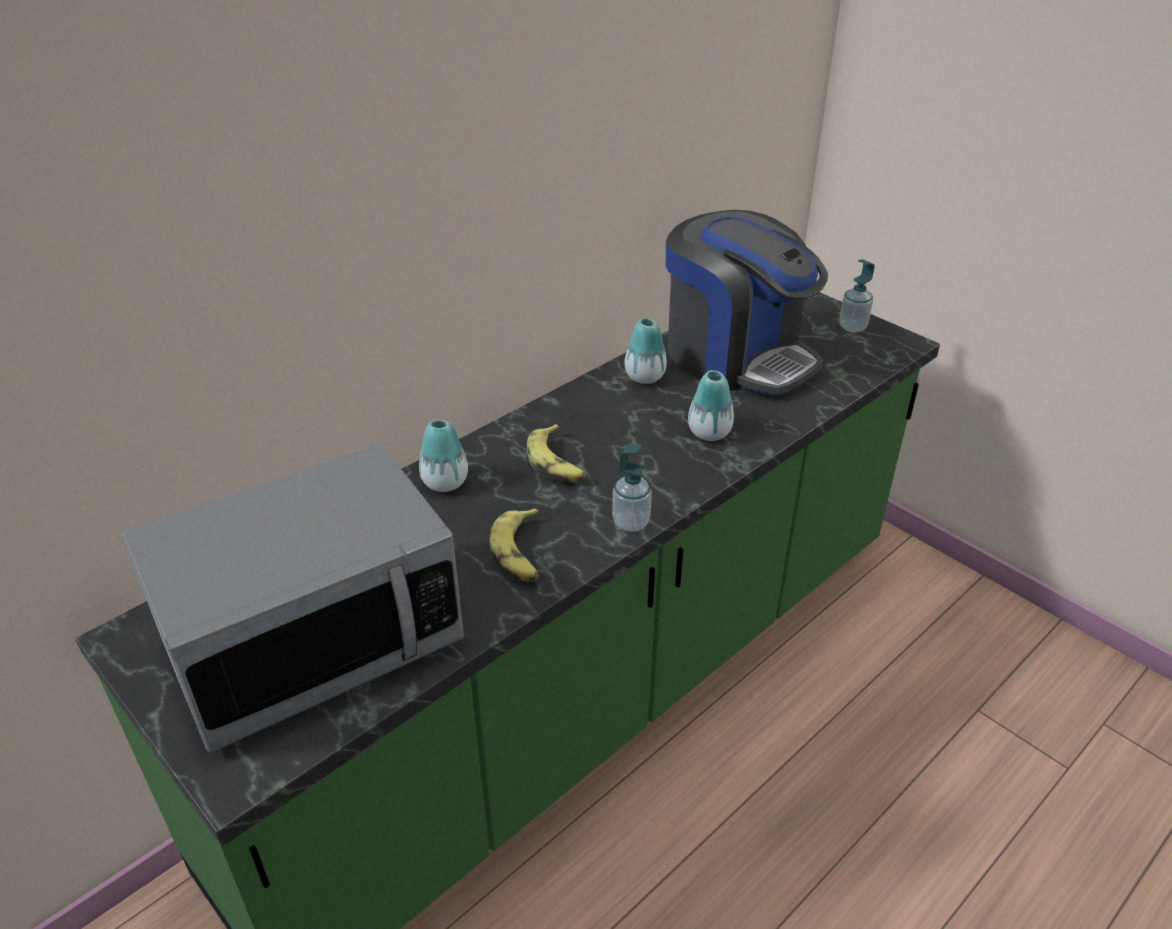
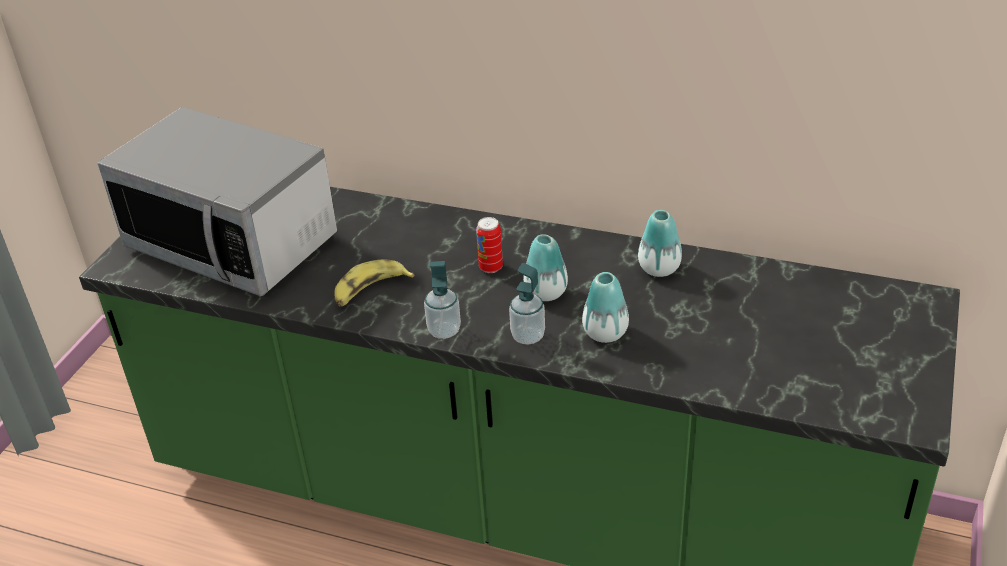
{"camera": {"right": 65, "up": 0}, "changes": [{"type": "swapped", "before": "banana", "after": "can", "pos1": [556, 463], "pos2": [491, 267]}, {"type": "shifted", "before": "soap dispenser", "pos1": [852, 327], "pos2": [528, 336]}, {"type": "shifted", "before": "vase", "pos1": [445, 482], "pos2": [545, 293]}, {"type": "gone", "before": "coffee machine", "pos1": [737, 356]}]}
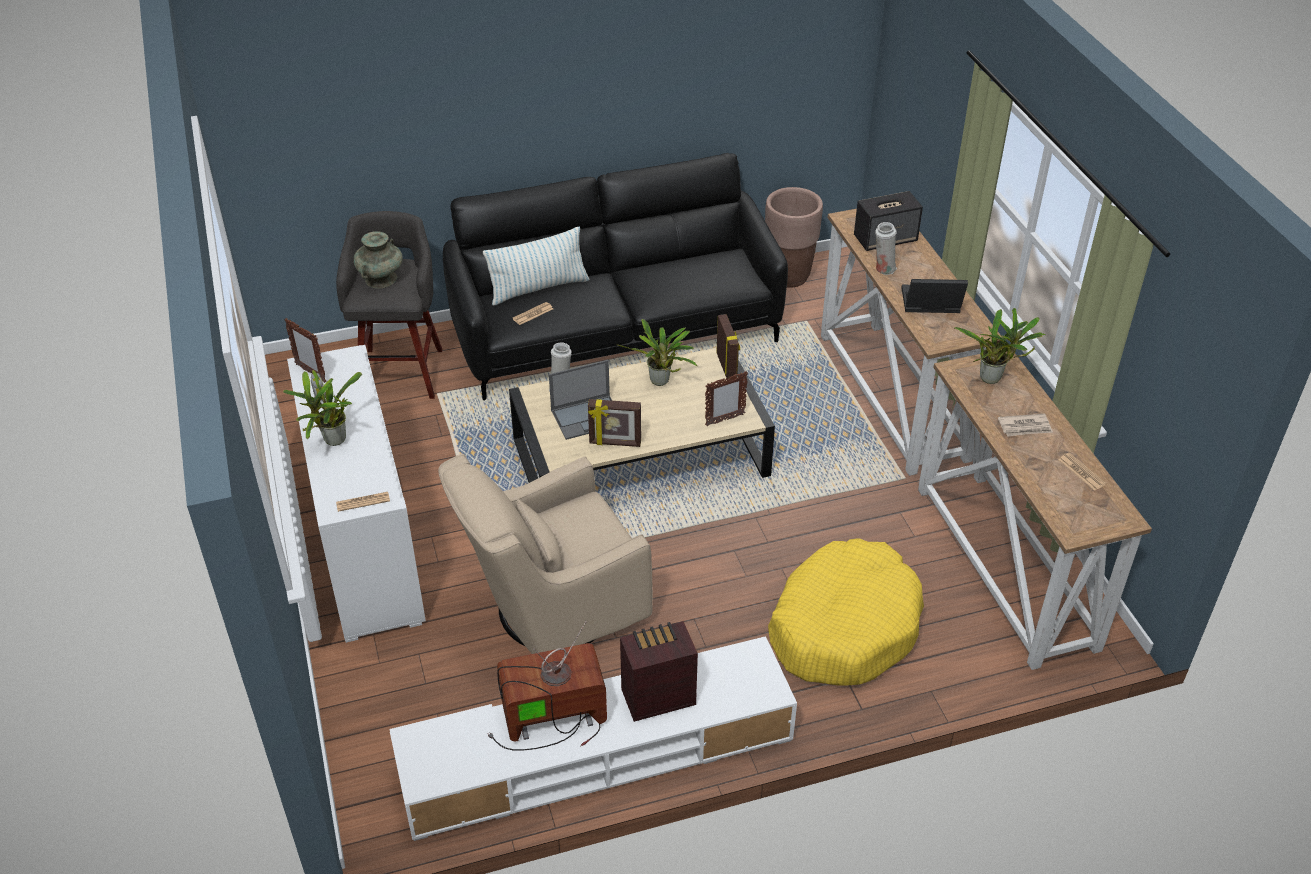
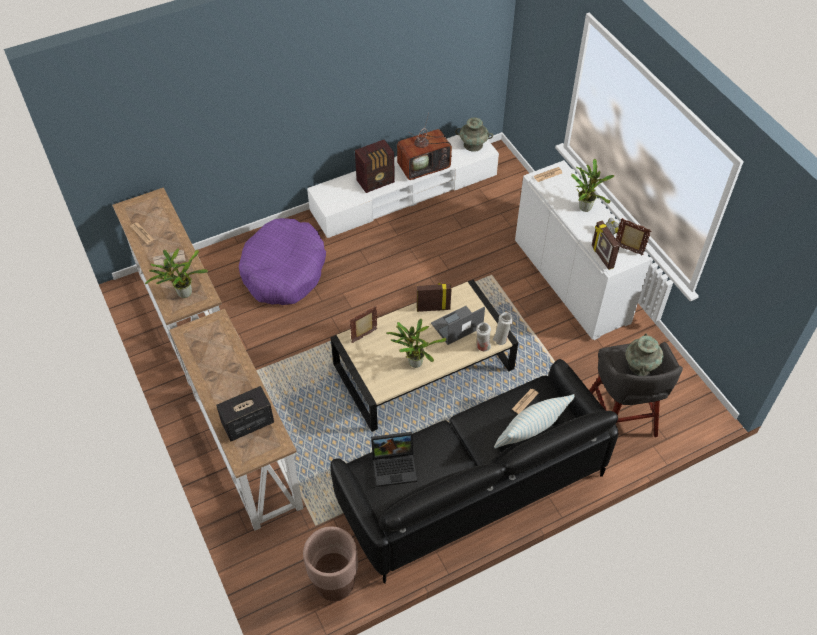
{"camera": {"right": 170, "up": 10}, "changes": [{"type": "repainted", "before": "yellow dog bed", "after": "purple dog bed", "pos1": [843, 626], "pos2": [284, 271]}, {"type": "shifted", "before": "laptop", "pos1": [929, 304], "pos2": [395, 466]}, {"type": "new", "after": "turquoise vase", "pos2": [473, 145]}, {"type": "shifted", "before": "white vase", "pos1": [883, 269], "pos2": [501, 338]}, {"type": "shifted", "before": "picture frame", "pos1": [727, 367], "pos2": [601, 257]}, {"type": "gone", "before": "beige armchair", "pos1": [551, 609]}]}
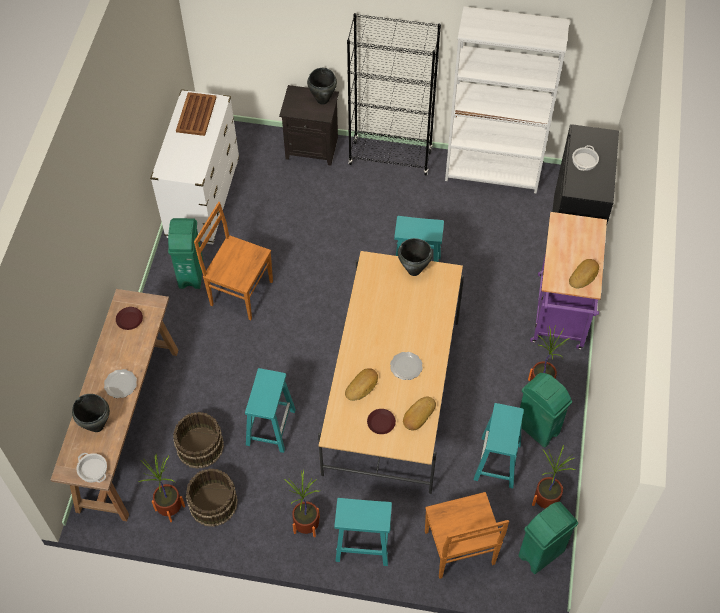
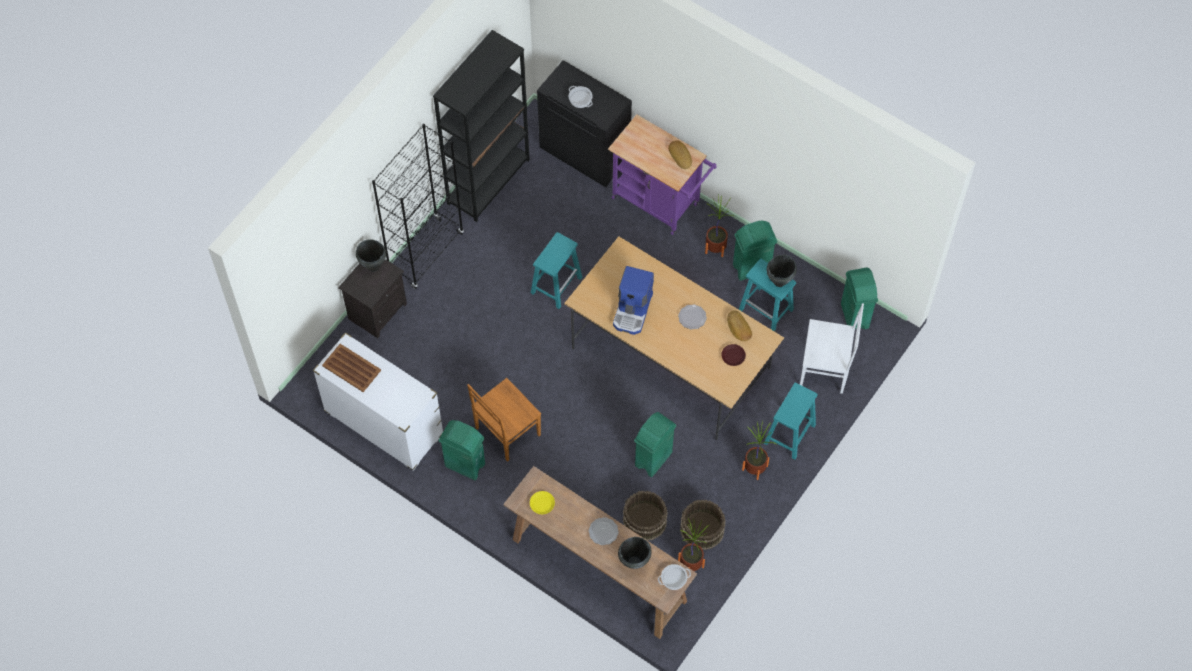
{"camera": {"right": -65, "up": 5}, "changes": [{"type": "repainted", "before": "white bookcase", "after": "black bookcase", "pos1": [493, 172], "pos2": [488, 181]}, {"type": "repainted", "before": "brown plate", "after": "yellow plate", "pos1": [129, 320], "pos2": [542, 504]}, {"type": "new", "after": "coffee machine", "pos2": [633, 310]}, {"type": "swapped", "before": "turquoise stool", "after": "green trash can", "pos1": [270, 426], "pos2": [653, 459]}, {"type": "shifted", "before": "black cooking pot", "pos1": [414, 270], "pos2": [779, 282]}, {"type": "repainted", "before": "brown chair", "after": "white chair", "pos1": [460, 550], "pos2": [826, 369]}, {"type": "gone", "before": "bread", "pos1": [362, 386]}, {"type": "gone", "before": "potted plant", "pos1": [545, 501]}]}
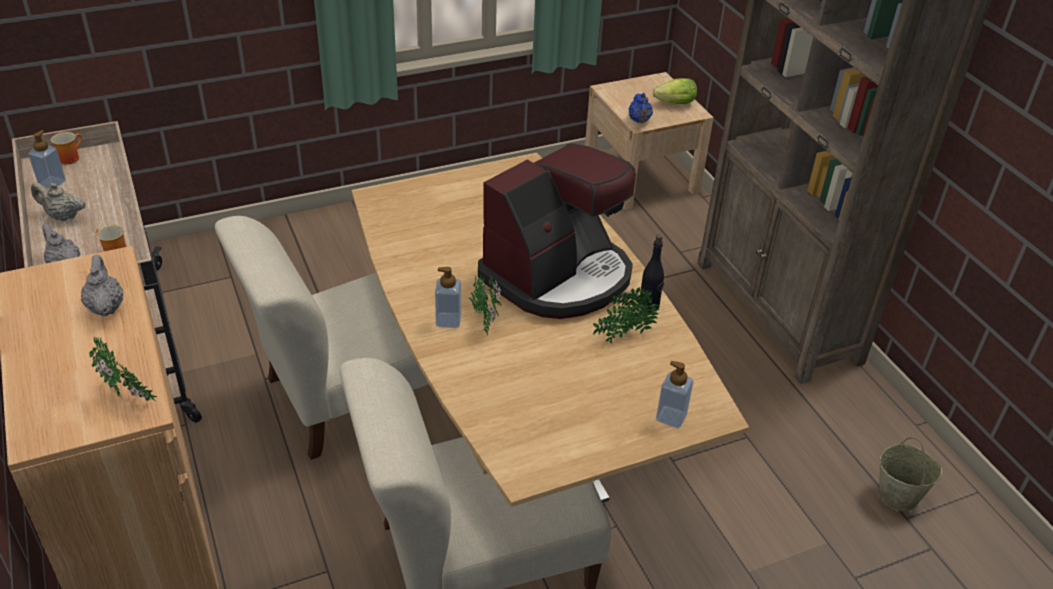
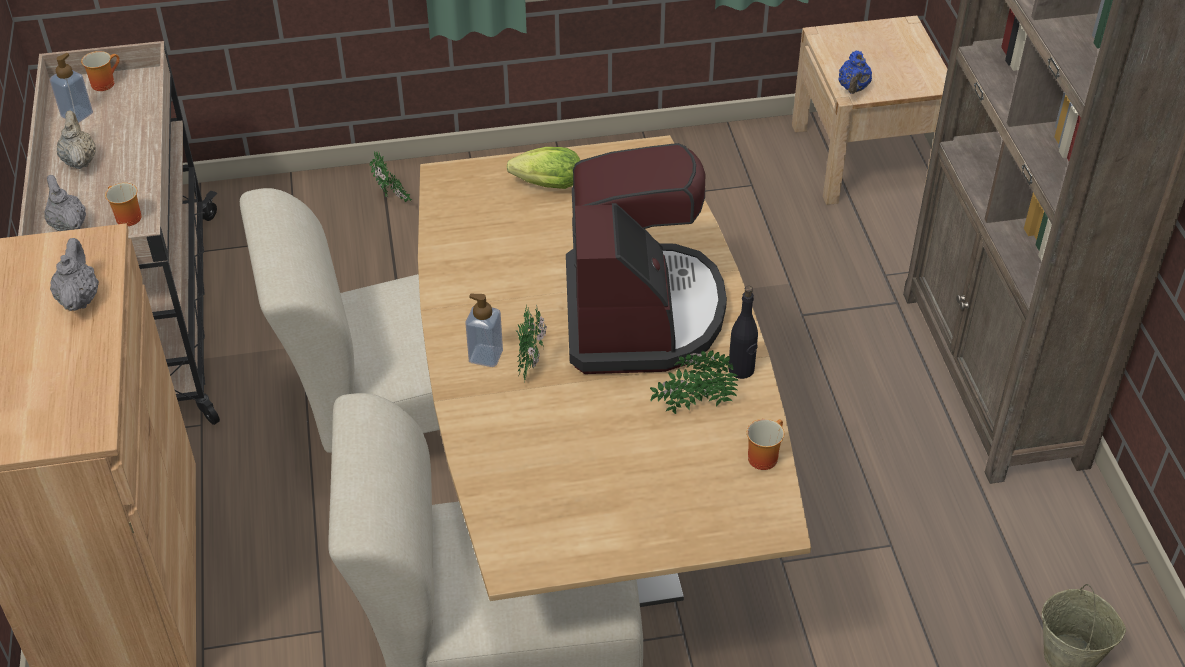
{"camera": {"right": 15, "up": 5}, "changes": [{"type": "rotated", "before": "beige teapot", "pos1": [63, 216], "pos2": [80, 160], "turn": 45}, {"type": "shifted", "before": "potted plant", "pos1": [128, 398], "pos2": [392, 199]}, {"type": "shifted", "before": "lettuce", "pos1": [672, 104], "pos2": [544, 185]}, {"type": "rotated", "before": "coffee machine", "pos1": [558, 276], "pos2": [640, 314], "turn": -60}, {"type": "new", "after": "mug", "pos2": [762, 455]}, {"type": "gone", "before": "soap dispenser", "pos1": [671, 417]}]}
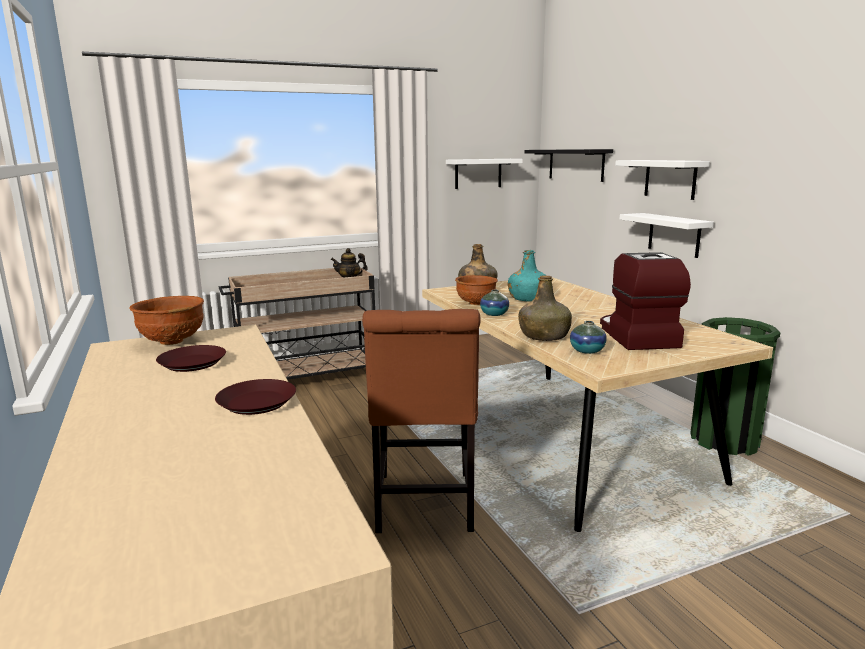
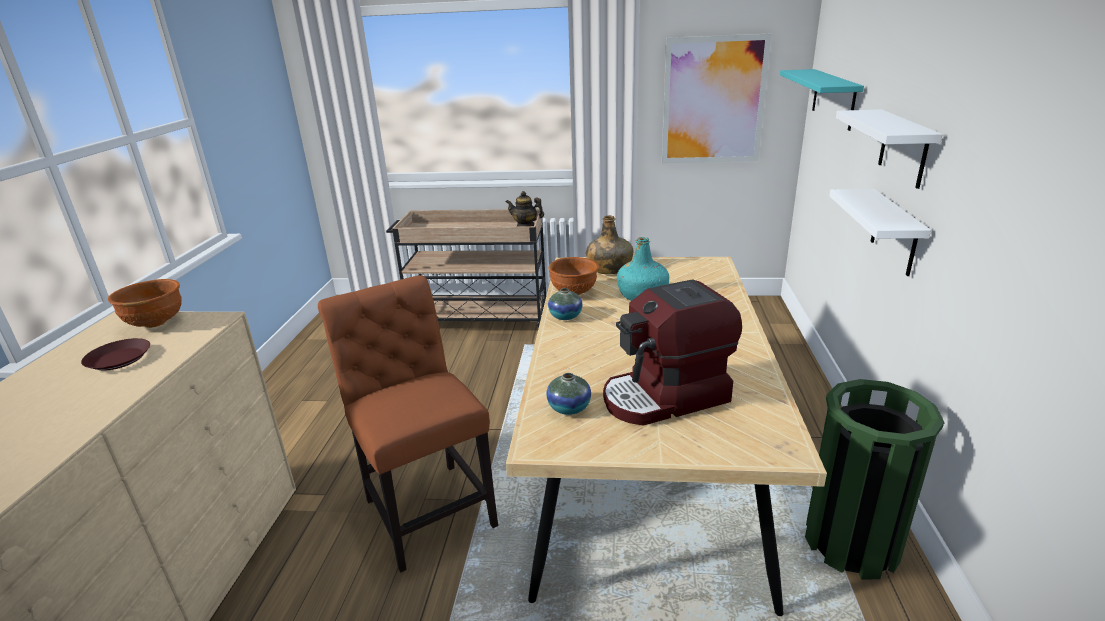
{"camera": {"right": 30, "up": 10}, "changes": [{"type": "rotated", "before": "brown chair", "pos1": [424, 506], "pos2": [427, 508], "turn": 120}, {"type": "rotated", "before": "coffee machine", "pos1": [636, 336], "pos2": [666, 397], "turn": -135}, {"type": "swapped", "before": "white shelf", "after": "picture", "pos1": [478, 173], "pos2": [713, 101]}, {"type": "repainted", "before": "black shelf", "after": "turquoise shelf", "pos1": [575, 164], "pos2": [833, 98]}, {"type": "gone", "before": "brown plate", "pos1": [257, 402]}, {"type": "gone", "before": "green bottle", "pos1": [544, 336]}]}
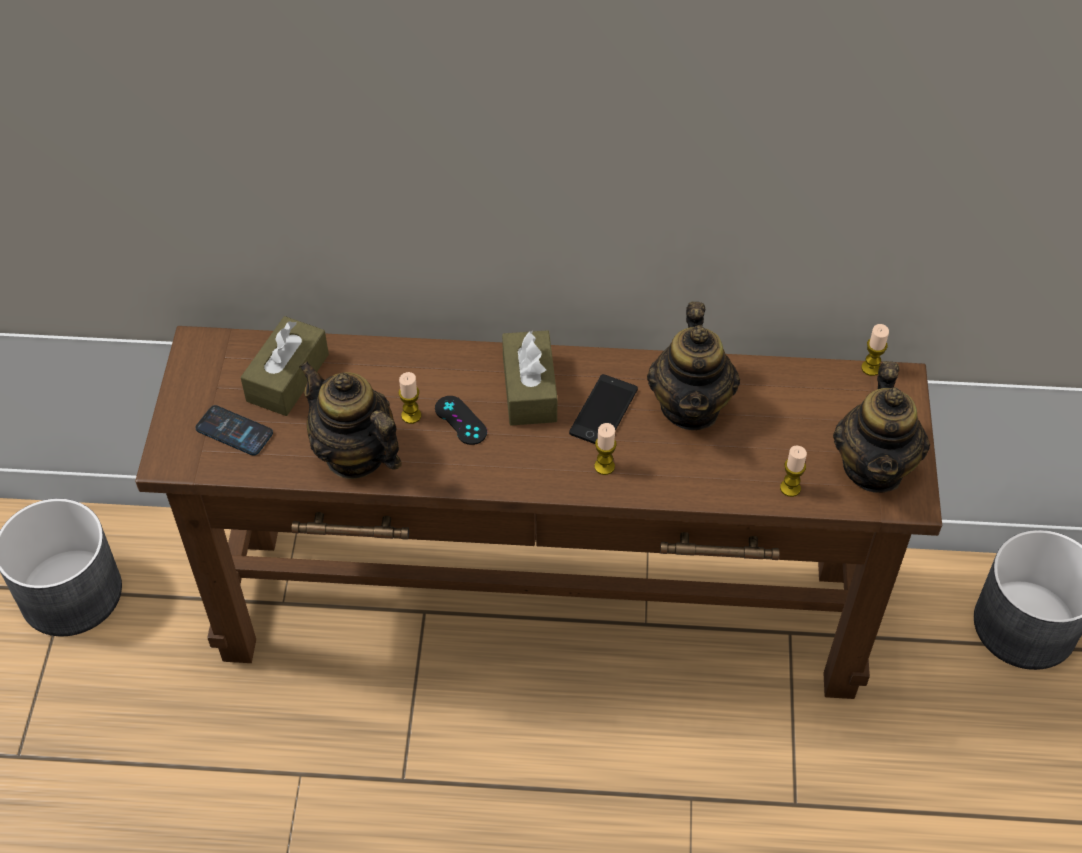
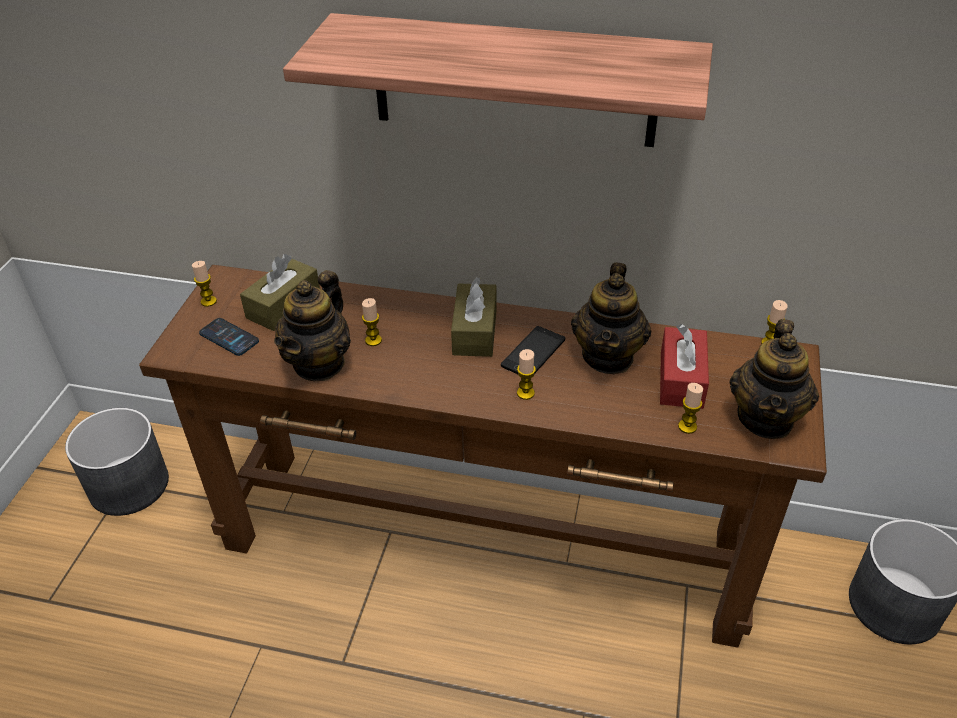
{"camera": {"right": 10, "up": -10}, "changes": [{"type": "new", "after": "candle", "pos2": [208, 301]}, {"type": "rotated", "before": "teapot", "pos1": [355, 454], "pos2": [319, 363], "turn": -120}, {"type": "new", "after": "shelf", "pos2": [513, 81]}, {"type": "new", "after": "red tissue box", "pos2": [681, 379]}, {"type": "gone", "before": "black game controller", "pos1": [460, 420]}]}
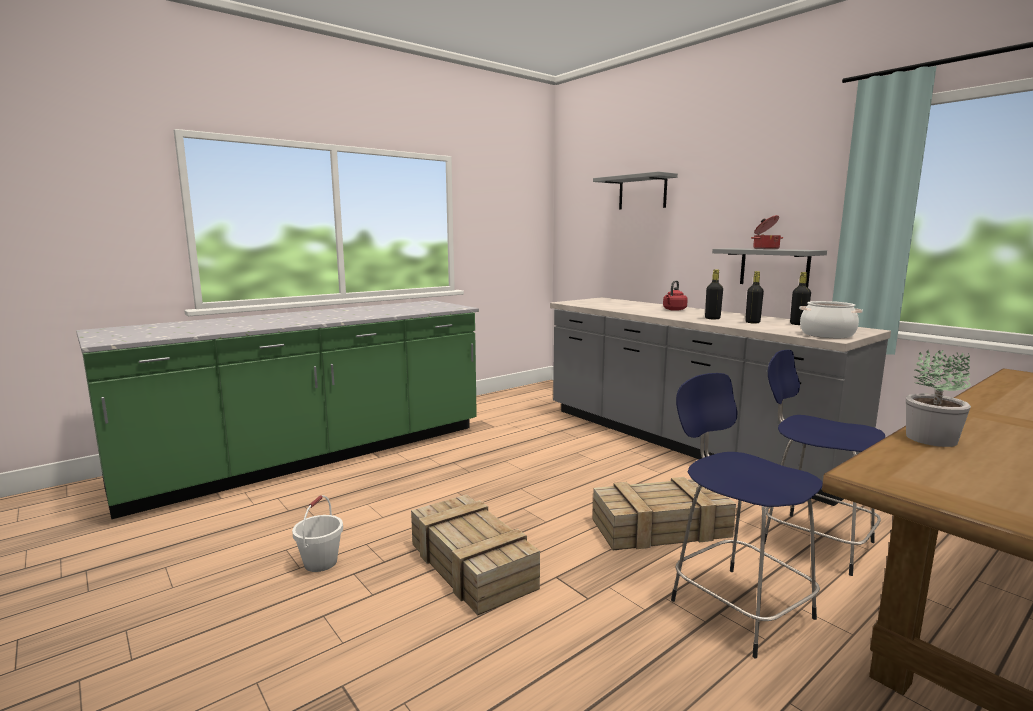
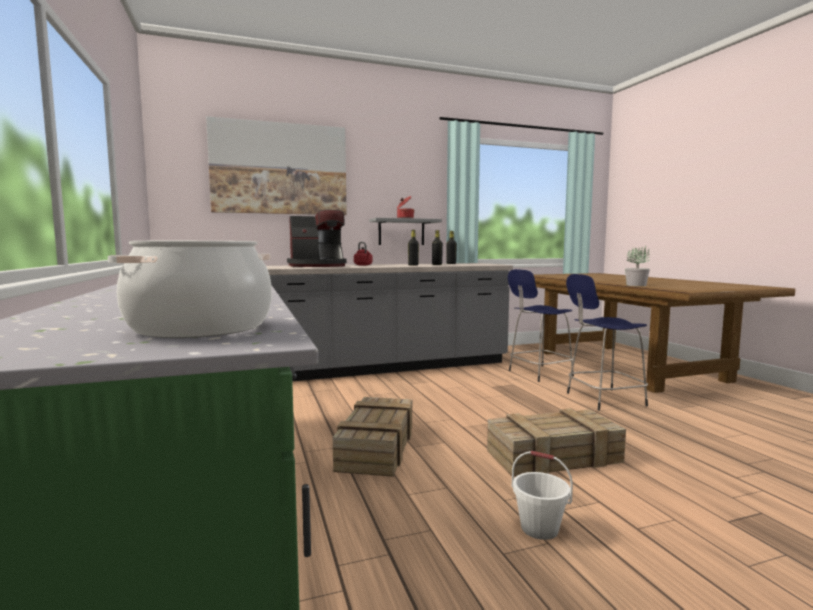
{"camera": {"right": -70, "up": -5}, "changes": [{"type": "shifted", "before": "cooking pot", "pos1": [827, 335], "pos2": [201, 328]}, {"type": "swapped", "before": "grey shelf", "after": "picture", "pos1": [642, 192], "pos2": [280, 169]}, {"type": "new", "after": "coffee machine", "pos2": [318, 266]}, {"type": "shifted", "before": "crate", "pos1": [662, 527], "pos2": [376, 446]}]}
